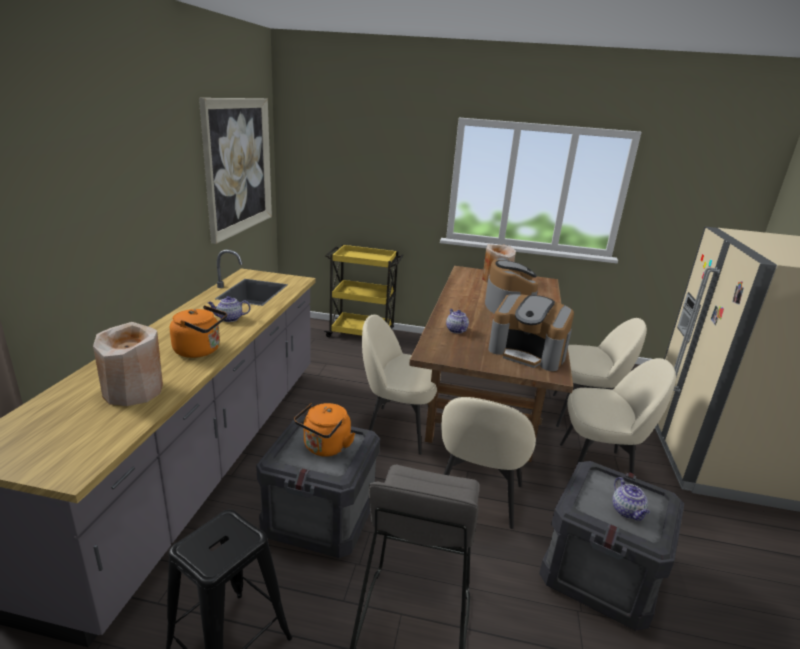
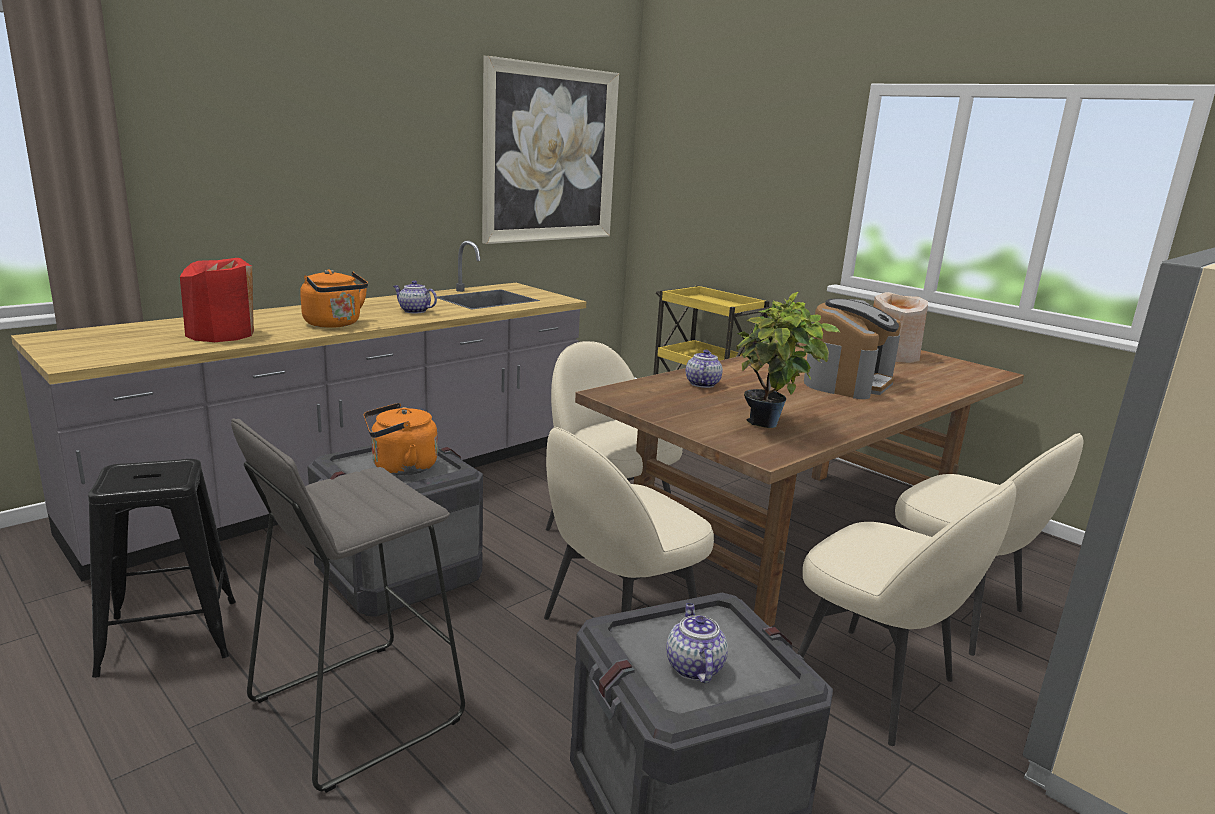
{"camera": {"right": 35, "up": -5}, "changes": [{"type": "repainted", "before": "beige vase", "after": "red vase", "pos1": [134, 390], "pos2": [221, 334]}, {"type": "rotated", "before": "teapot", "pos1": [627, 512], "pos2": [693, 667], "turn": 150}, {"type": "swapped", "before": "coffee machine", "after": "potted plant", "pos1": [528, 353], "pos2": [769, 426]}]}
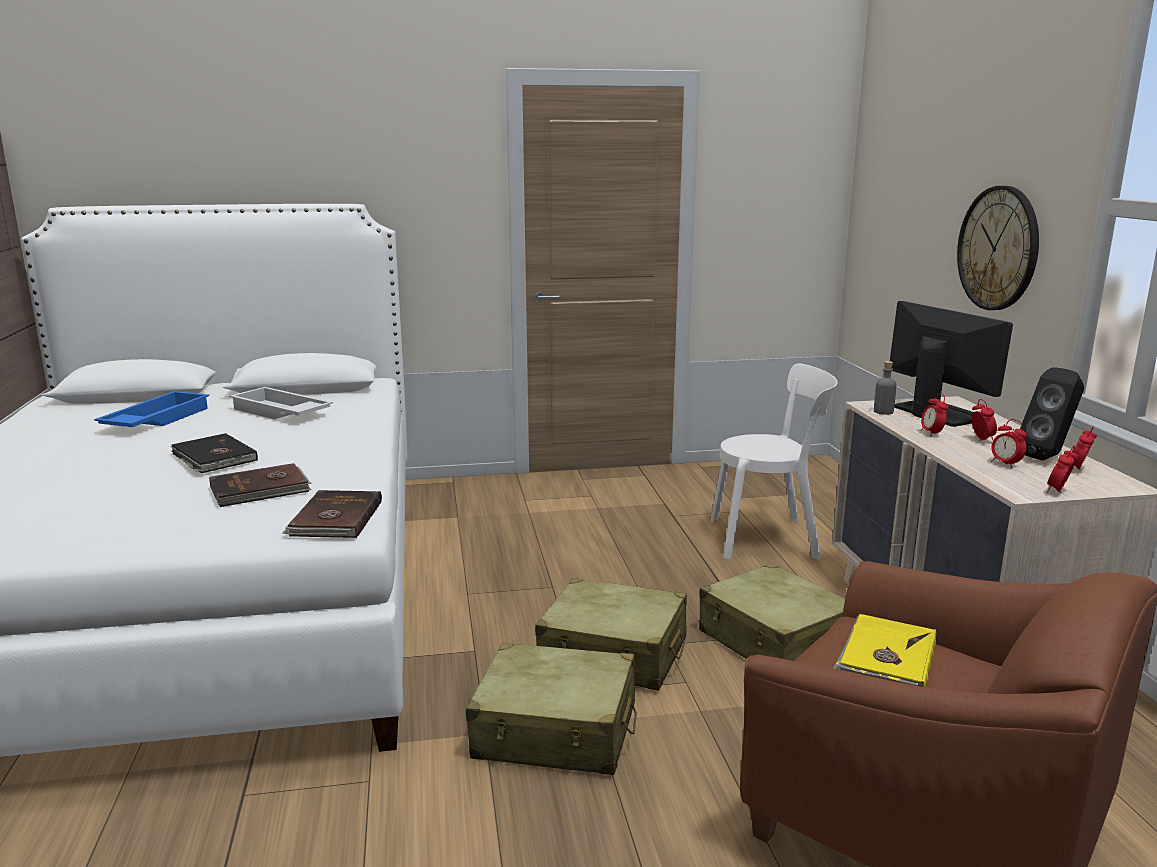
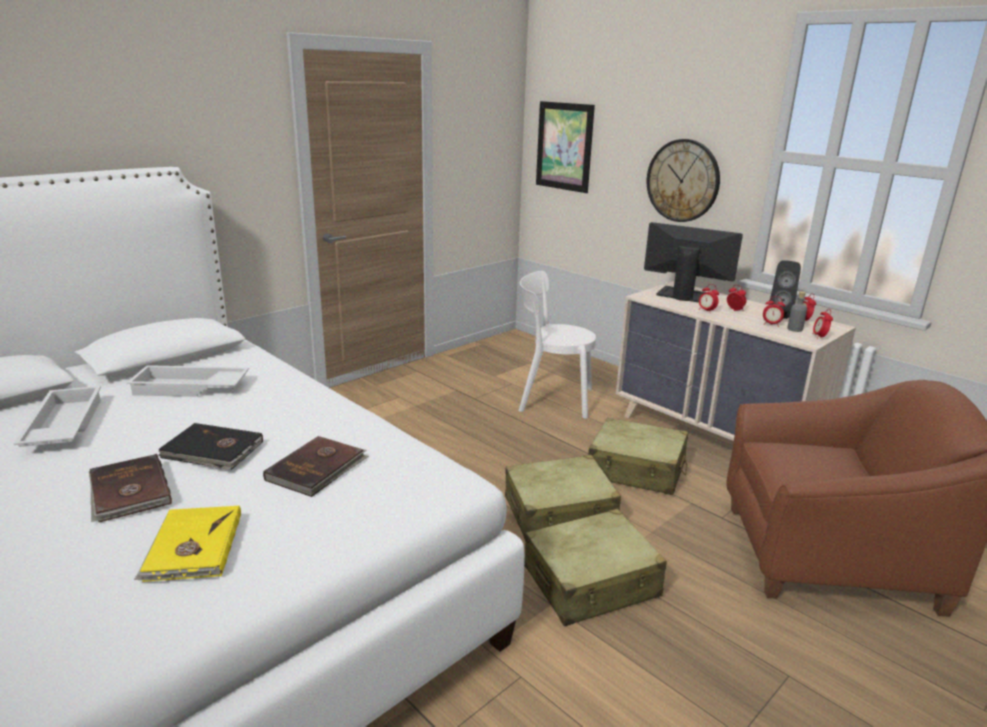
{"camera": {"right": -35, "up": 5}, "changes": [{"type": "repainted", "before": "blue tray", "after": "white tray", "pos1": [155, 420], "pos2": [62, 426]}, {"type": "shifted", "before": "brown book", "pos1": [335, 519], "pos2": [128, 492]}, {"type": "shifted", "before": "yellow book", "pos1": [885, 658], "pos2": [192, 547]}, {"type": "rotated", "before": "white chair", "pos1": [769, 538], "pos2": [551, 399], "turn": -135}, {"type": "new", "after": "picture", "pos2": [564, 146]}, {"type": "shifted", "before": "grey bottle", "pos1": [883, 411], "pos2": [794, 329]}]}
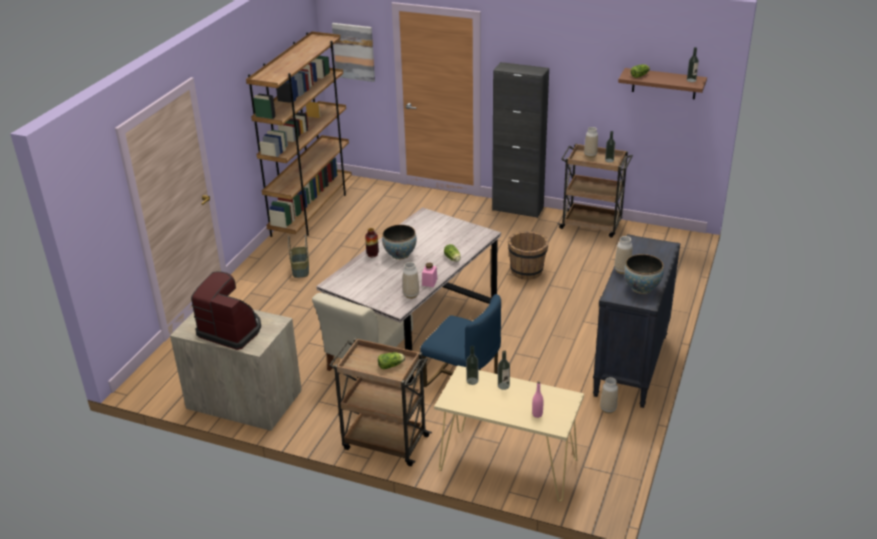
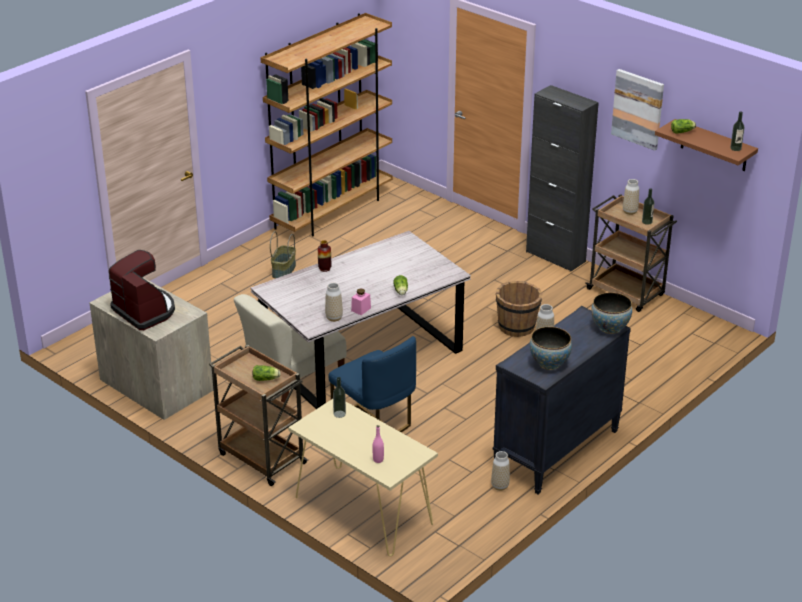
{"camera": {"right": 20, "up": 0}, "changes": [{"type": "shifted", "before": "bowl", "pos1": [400, 255], "pos2": [610, 328]}, {"type": "shifted", "before": "picture", "pos1": [354, 52], "pos2": [638, 109]}, {"type": "gone", "before": "bottle", "pos1": [503, 386]}]}
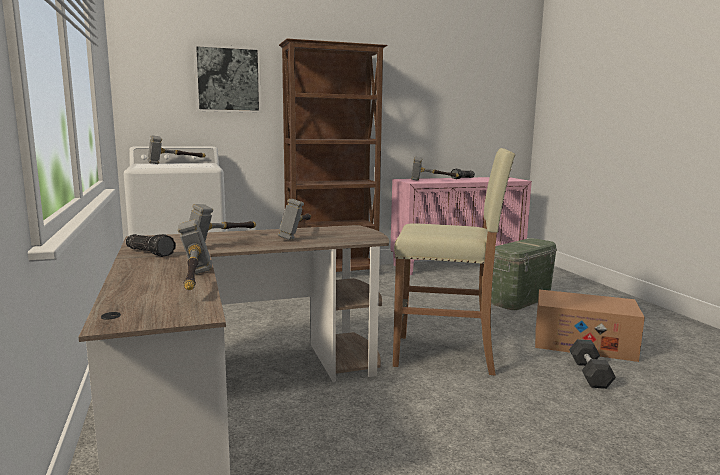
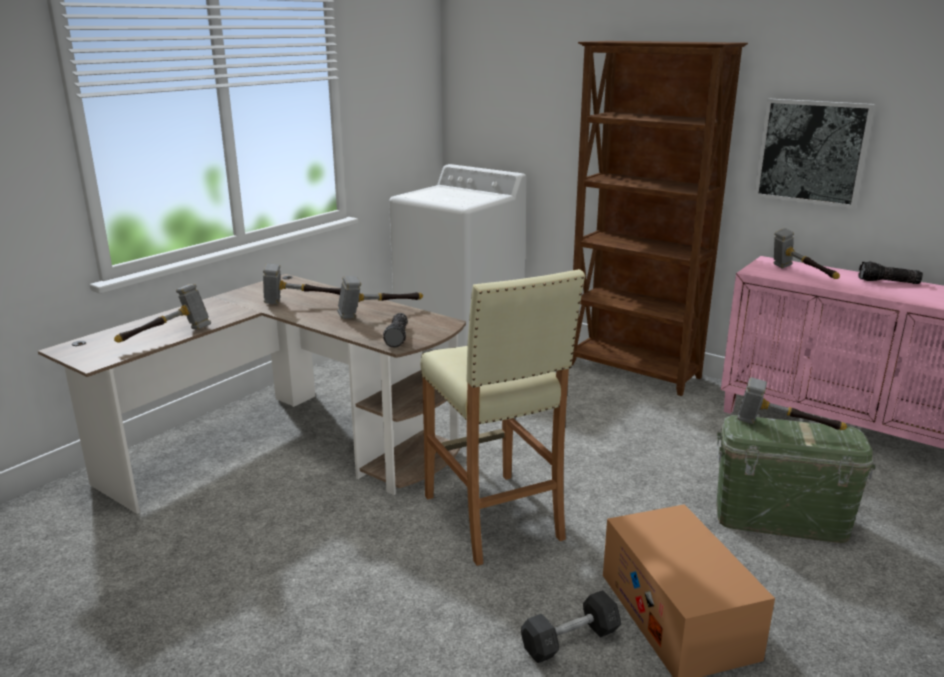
{"camera": {"right": 55, "up": 10}, "changes": [{"type": "shifted", "before": "flashlight", "pos1": [151, 252], "pos2": [398, 337]}, {"type": "shifted", "before": "hammer", "pos1": [175, 163], "pos2": [784, 429]}, {"type": "shifted", "before": "picture", "pos1": [228, 79], "pos2": [812, 152]}]}
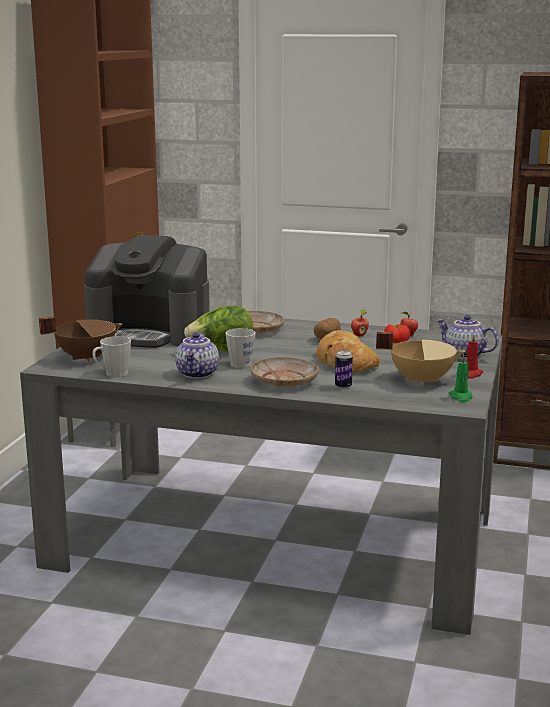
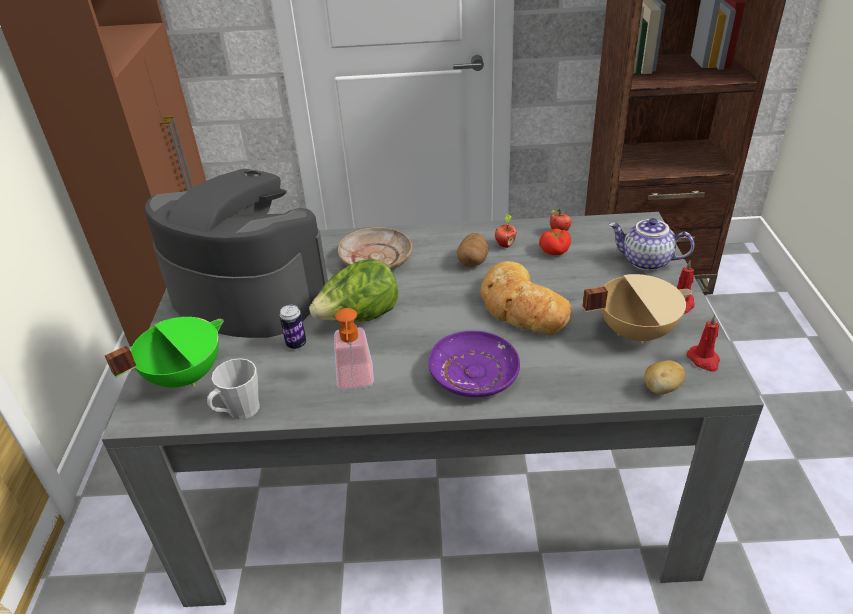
{"camera": {"right": -15, "up": 20}, "changes": [{"type": "repainted", "before": "brown cooking pot", "after": "green cooking pot", "pos1": [85, 357], "pos2": [184, 375]}, {"type": "rotated", "before": "coffee machine", "pos1": [151, 333], "pos2": [248, 294], "turn": -150}, {"type": "shifted", "before": "can", "pos1": [343, 386], "pos2": [296, 344]}, {"type": "swapped", "before": "teapot", "after": "soap dispenser", "pos1": [198, 374], "pos2": [355, 383]}, {"type": "repainted", "before": "beige plate", "after": "purple plate", "pos1": [284, 381], "pos2": [474, 373]}, {"type": "new", "after": "potato", "pos2": [661, 389]}, {"type": "repainted", "before": "green candle", "after": "red candle", "pos1": [461, 397], "pos2": [704, 360]}, {"type": "gone", "before": "grey mug", "pos1": [243, 363]}]}
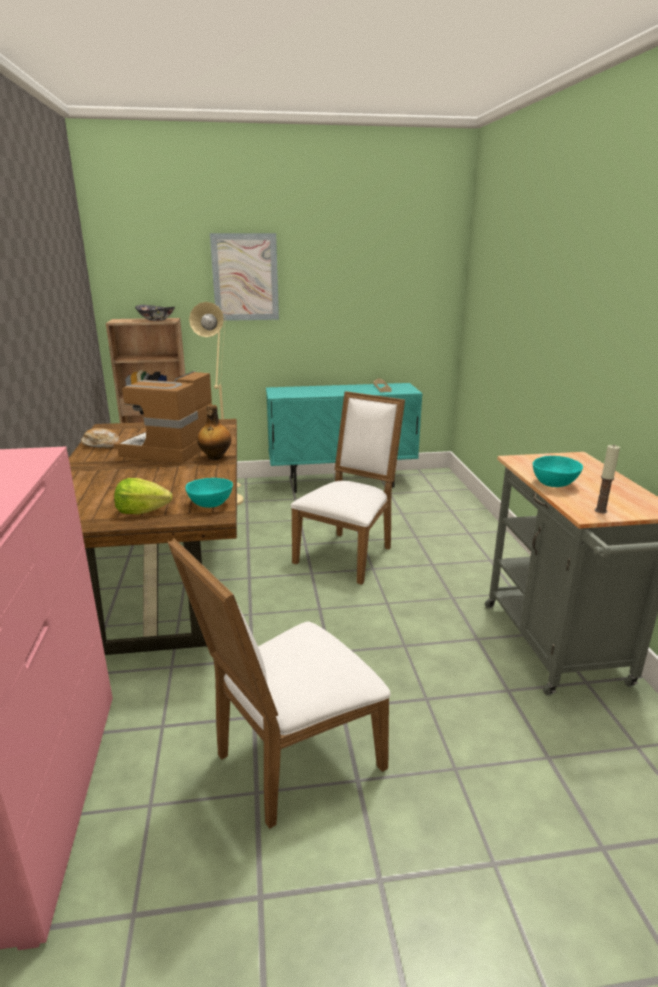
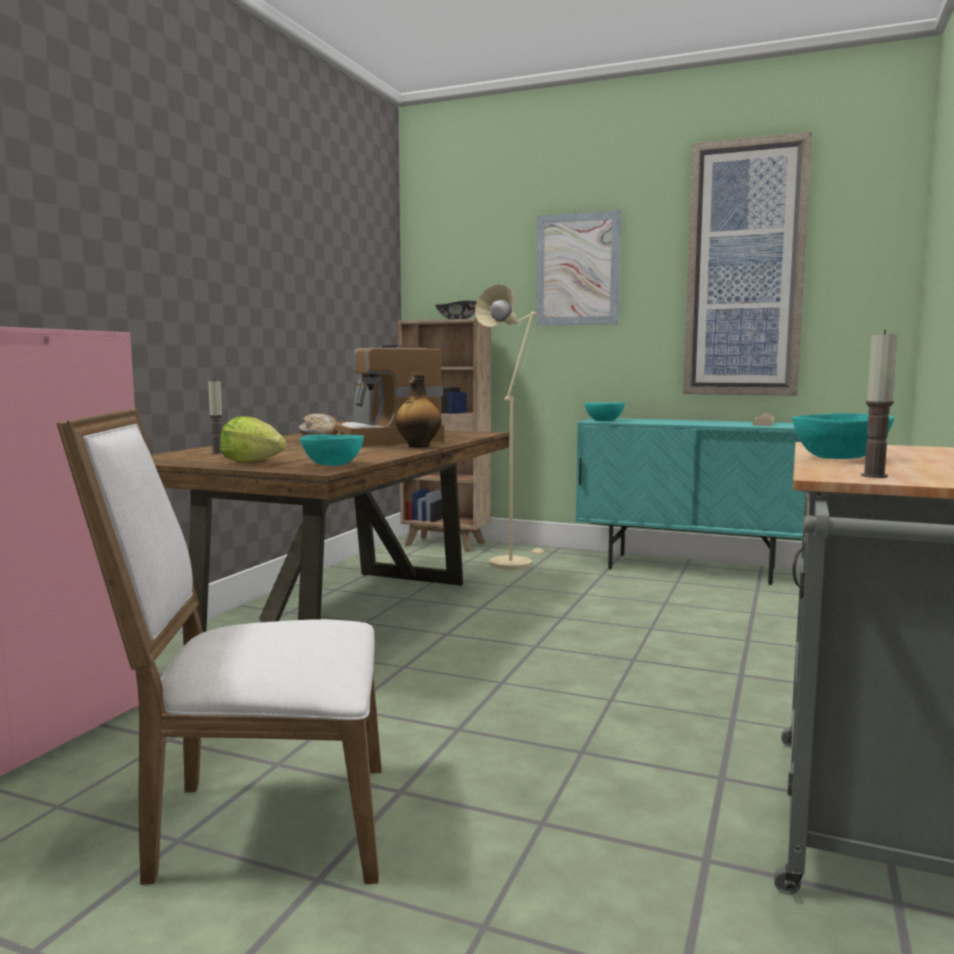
{"camera": {"right": 30, "up": -15}, "changes": [{"type": "new", "after": "candle", "pos2": [217, 453]}, {"type": "rotated", "before": "coffee machine", "pos1": [170, 448], "pos2": [384, 439], "turn": -75}, {"type": "new", "after": "turquoise bowl", "pos2": [604, 421]}, {"type": "new", "after": "picture", "pos2": [745, 269]}, {"type": "gone", "before": "white chair", "pos1": [349, 553]}]}
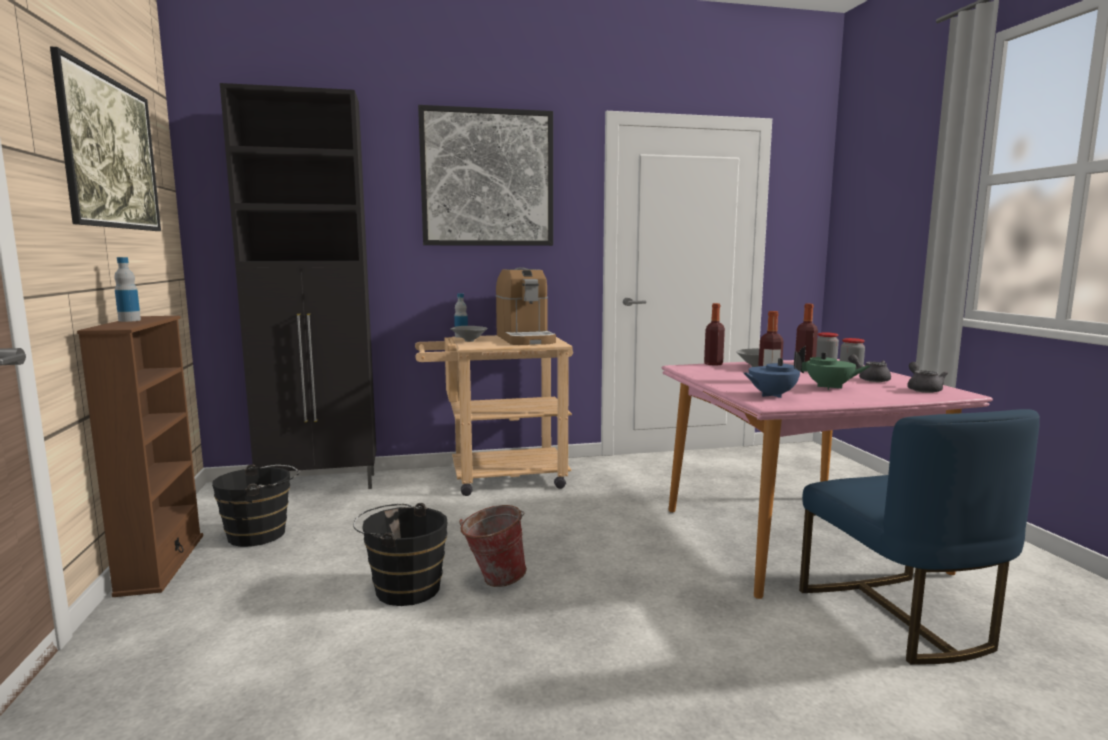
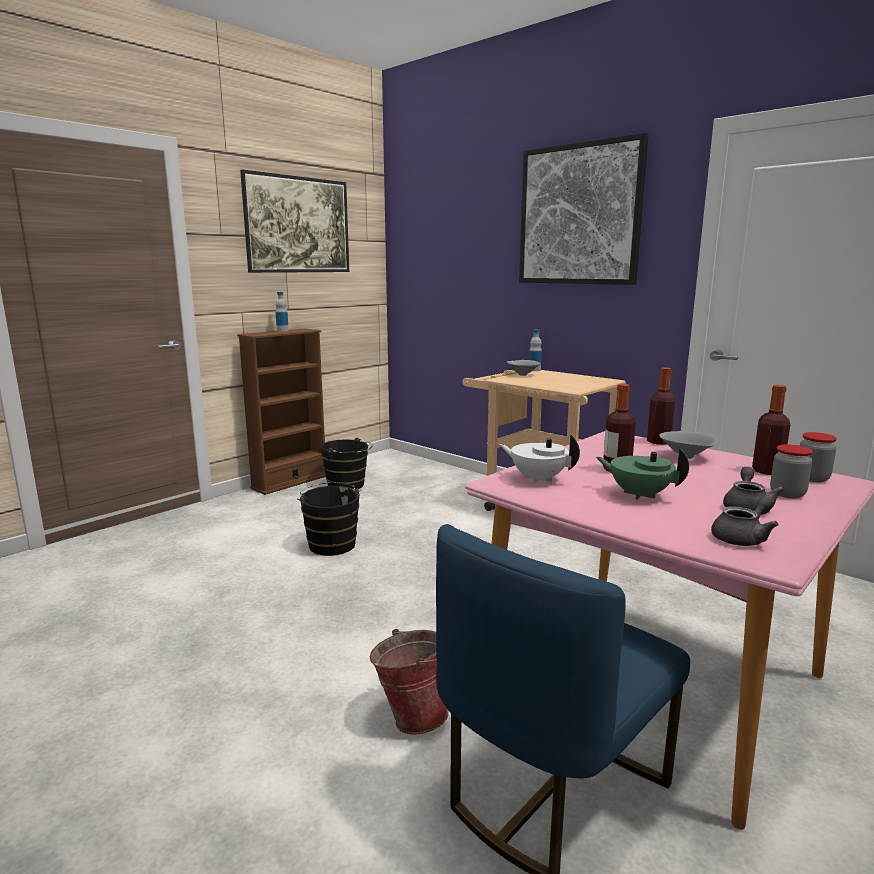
{"camera": {"right": 55, "up": 5}, "changes": [{"type": "shifted", "before": "bucket", "pos1": [493, 579], "pos2": [412, 715]}, {"type": "repainted", "before": "blue teapot", "after": "white teapot", "pos1": [771, 395], "pos2": [538, 479]}, {"type": "rotated", "before": "green teapot", "pos1": [829, 387], "pos2": [639, 495], "turn": 135}, {"type": "gone", "before": "black cabinet", "pos1": [321, 485]}, {"type": "gone", "before": "coffee machine", "pos1": [525, 339]}]}
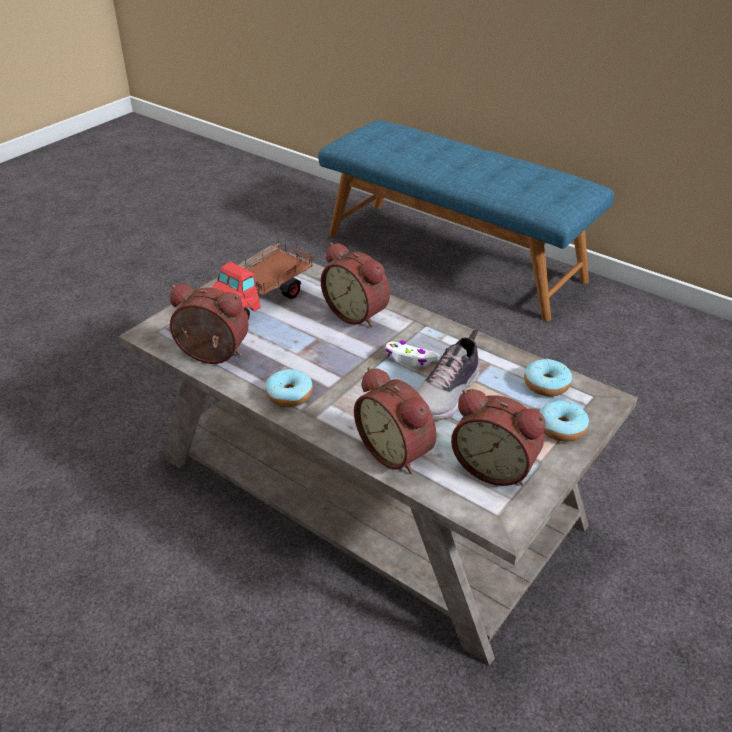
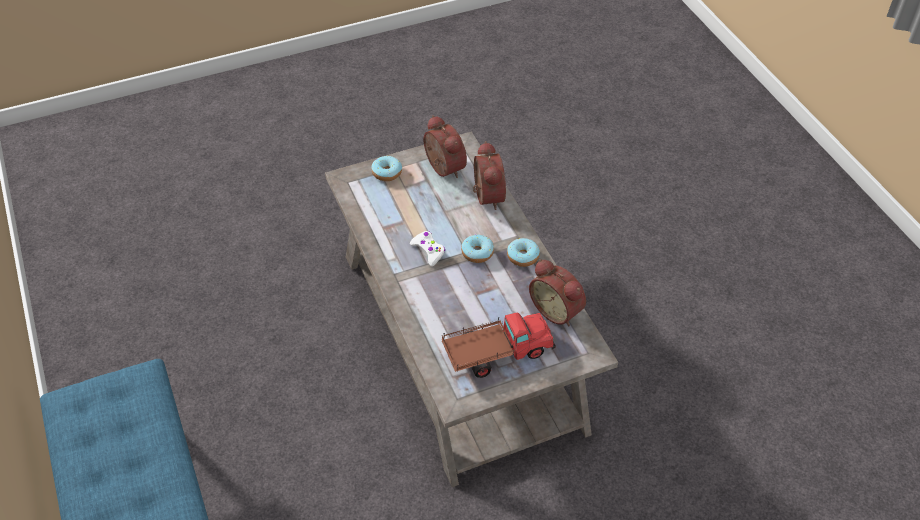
{"camera": {"right": -150, "up": 10}, "changes": [{"type": "shifted", "before": "donut", "pos1": [546, 385], "pos2": [477, 253]}, {"type": "gone", "before": "alarm clock", "pos1": [358, 313]}, {"type": "gone", "before": "shoe", "pos1": [446, 394]}]}
